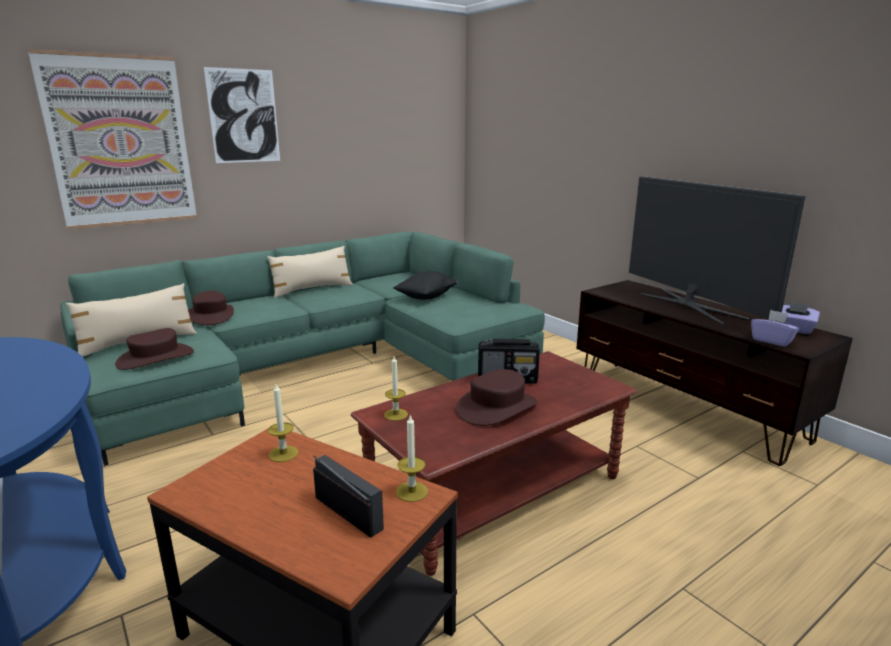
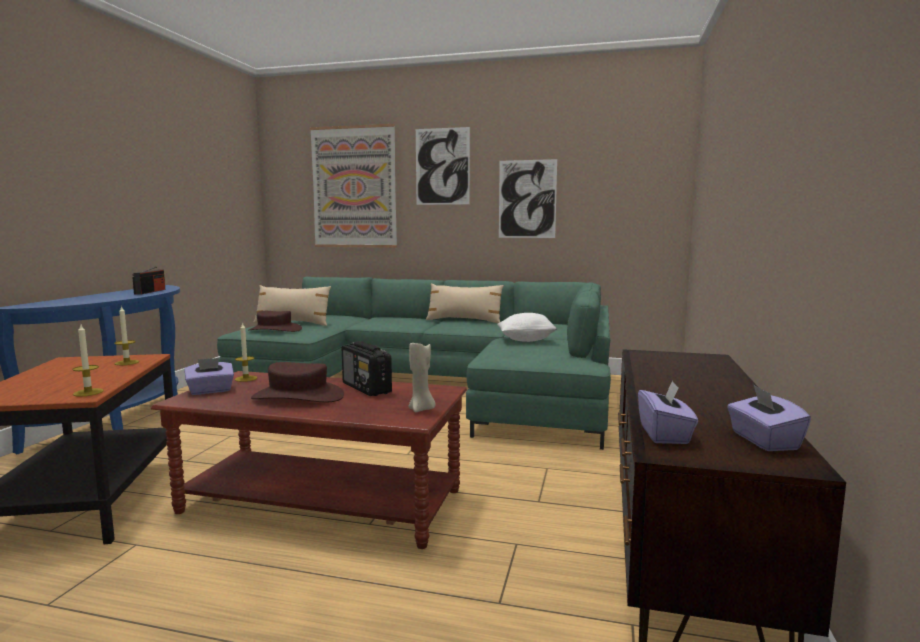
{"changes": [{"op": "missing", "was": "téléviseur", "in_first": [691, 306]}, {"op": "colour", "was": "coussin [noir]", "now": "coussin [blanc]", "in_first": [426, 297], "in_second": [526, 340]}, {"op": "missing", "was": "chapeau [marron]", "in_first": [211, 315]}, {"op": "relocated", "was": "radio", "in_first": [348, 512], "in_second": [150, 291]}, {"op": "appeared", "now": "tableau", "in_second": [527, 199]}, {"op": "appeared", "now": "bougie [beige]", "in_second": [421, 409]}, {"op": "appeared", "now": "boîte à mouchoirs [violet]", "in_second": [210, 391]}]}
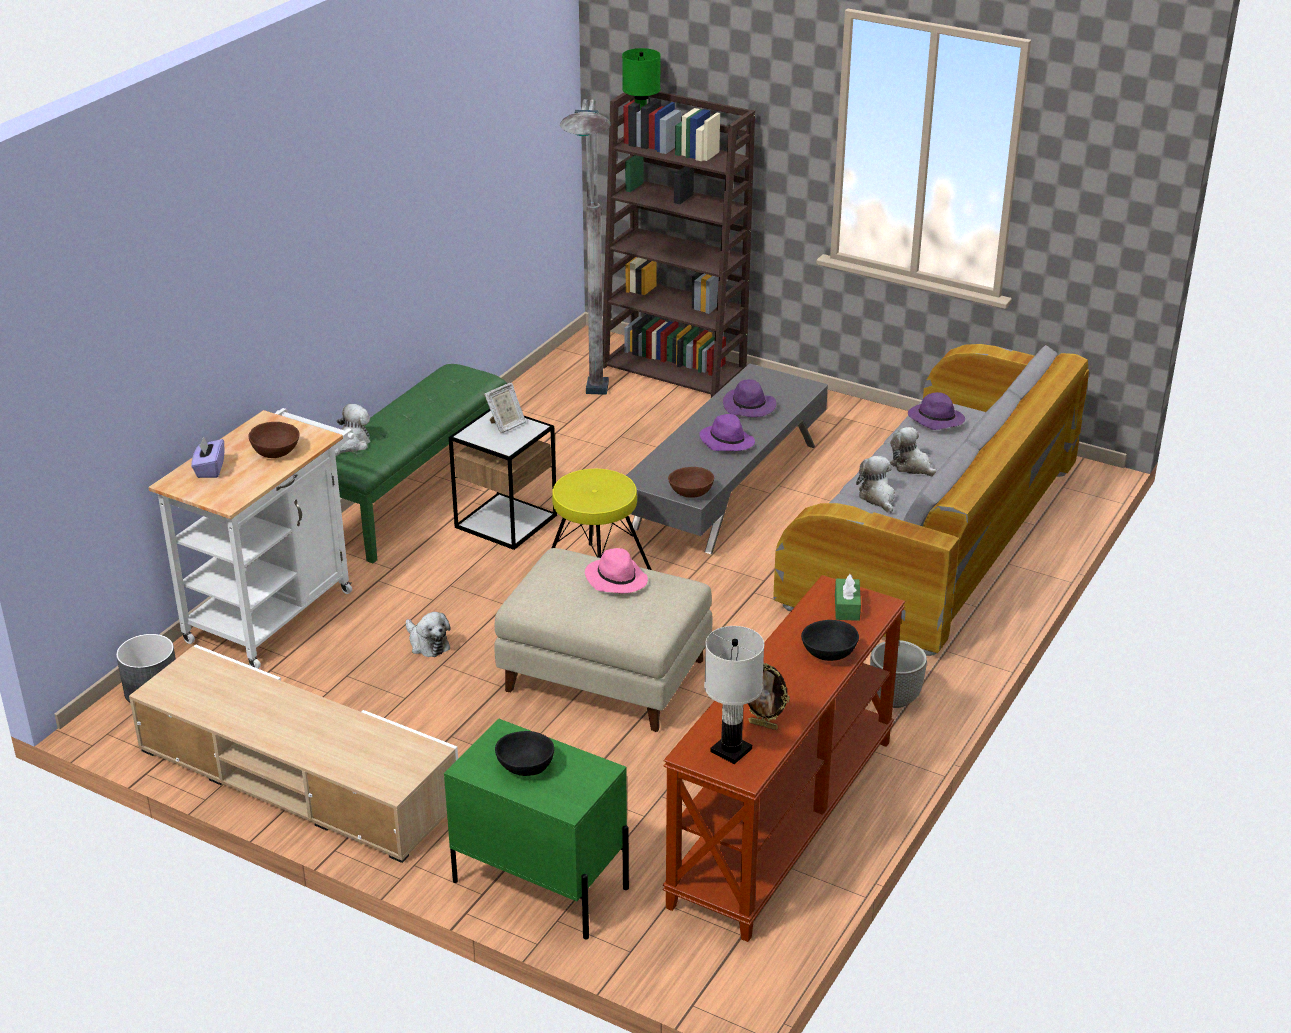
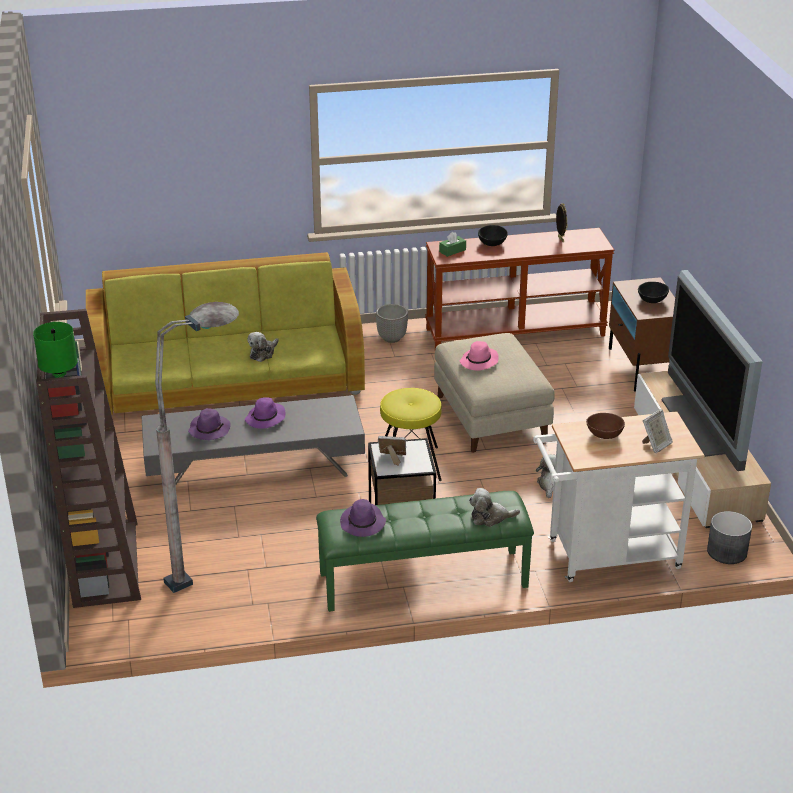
{"changes": [{"op": "colour", "was": "canapé [gris]", "now": "canapé [vert]", "in_first": [934, 538], "in_second": [228, 377]}, {"op": "relocated", "was": "chapeau [violet]", "in_first": [935, 419], "in_second": [363, 523]}, {"op": "missing", "was": "peluche", "in_first": [912, 466]}, {"op": "exchanged", "was": "boîte à mouchoirs [violet]", "now": "cadre photo", "in_first": [210, 469], "in_second": [656, 445]}, {"op": "missing", "was": "bol [marron]", "in_first": [692, 493]}, {"op": "missing", "was": "lampe de table [blanc]", "in_first": [731, 750]}, {"op": "colour", "was": "table de chevet [vert]", "now": "table de chevet [marron]", "in_first": [539, 884], "in_second": [641, 367]}, {"op": "appeared", "now": "téléviseur", "in_second": [701, 424]}]}
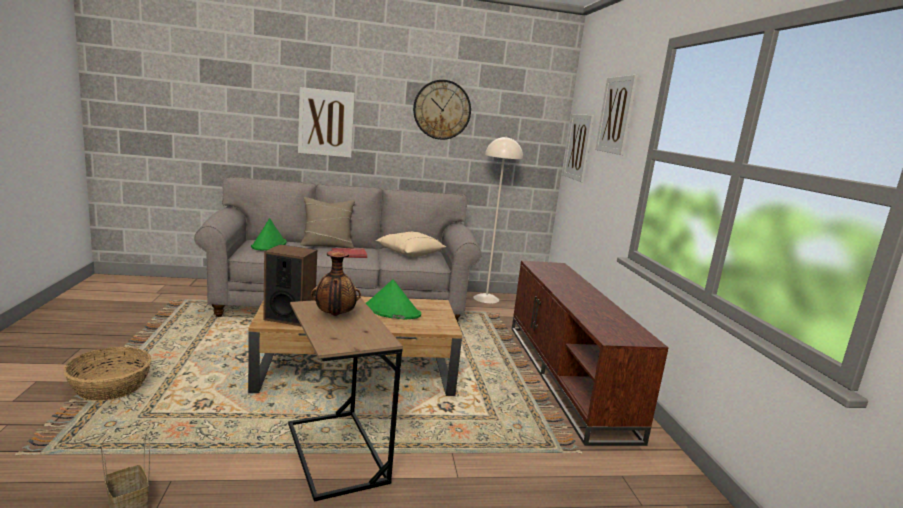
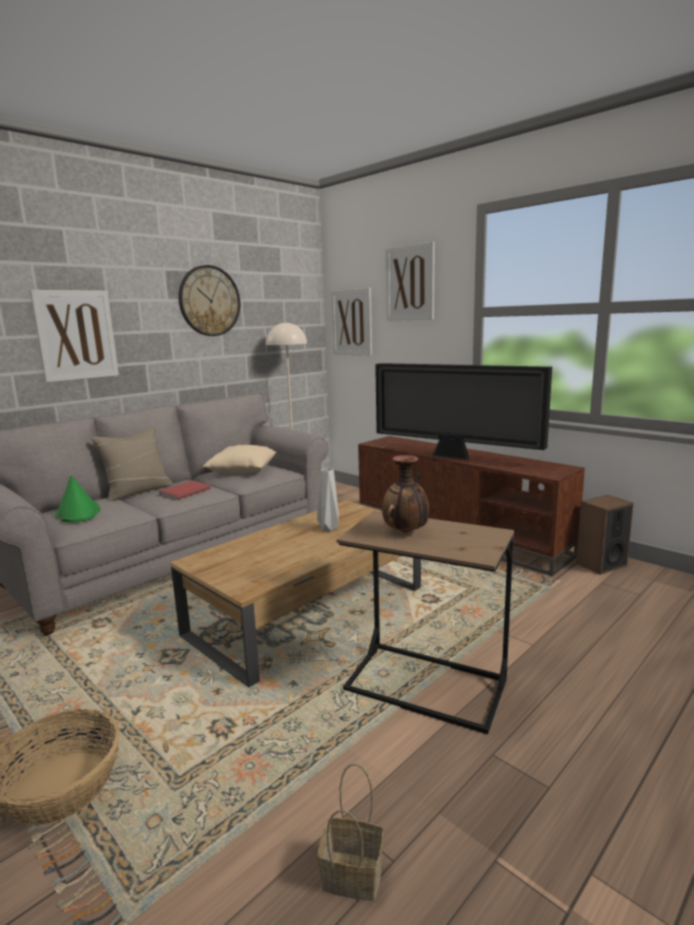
{"changes": [{"op": "relocated", "was": "enceinte", "in_first": [289, 317], "in_second": [600, 564]}, {"op": "exchanged", "was": "chapeau [vert]", "now": "vase [gris]", "in_first": [391, 311], "in_second": [328, 528]}, {"op": "appeared", "now": "téléviseur", "in_second": [454, 457]}]}
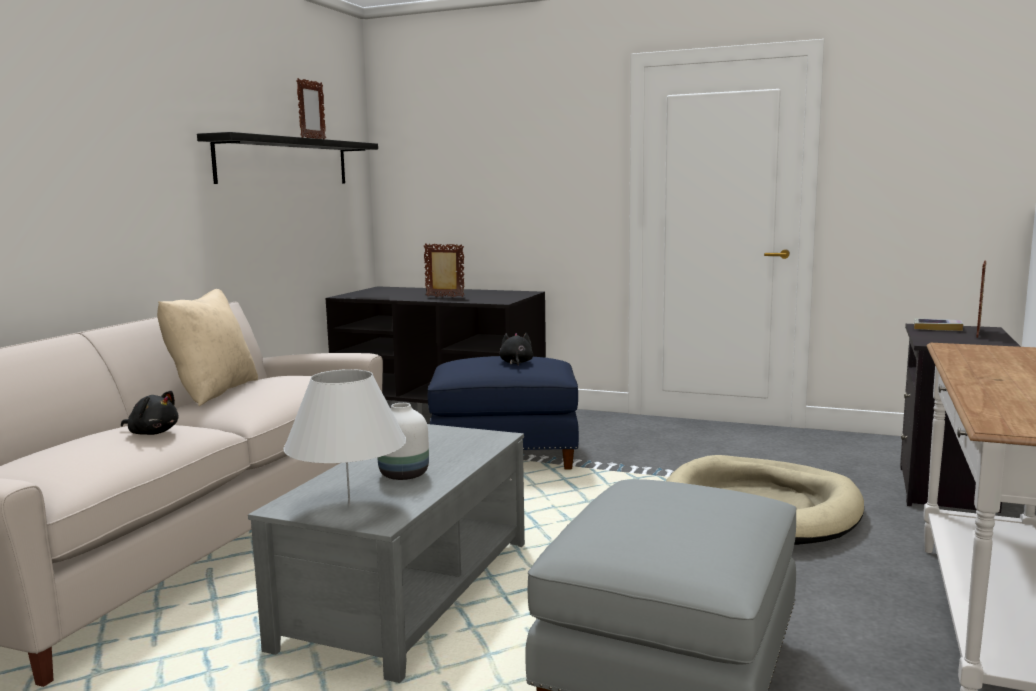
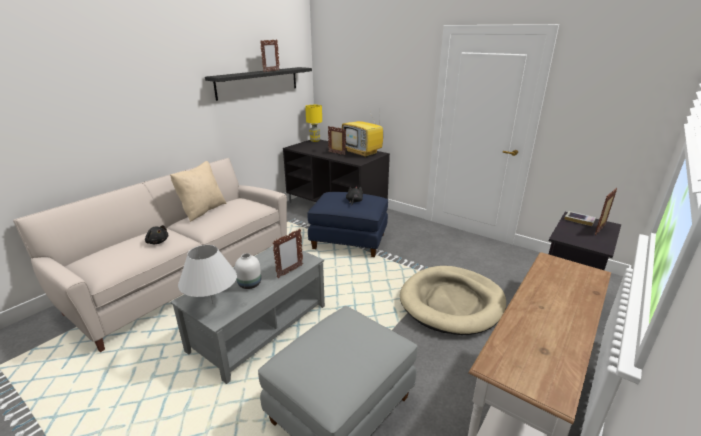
{"changes": [{"op": "appeared", "now": "lampe de table [jaune]", "in_second": [314, 140]}, {"op": "appeared", "now": "téléviseur", "in_second": [362, 153]}, {"op": "appeared", "now": "cadre photo", "in_second": [289, 271]}]}
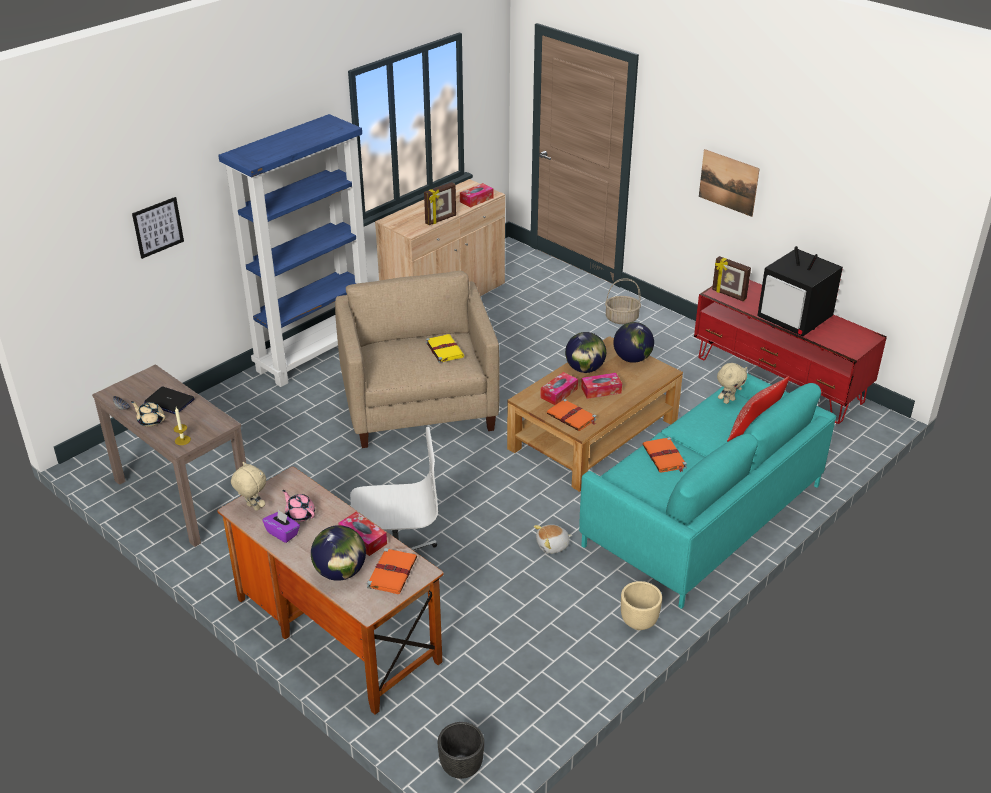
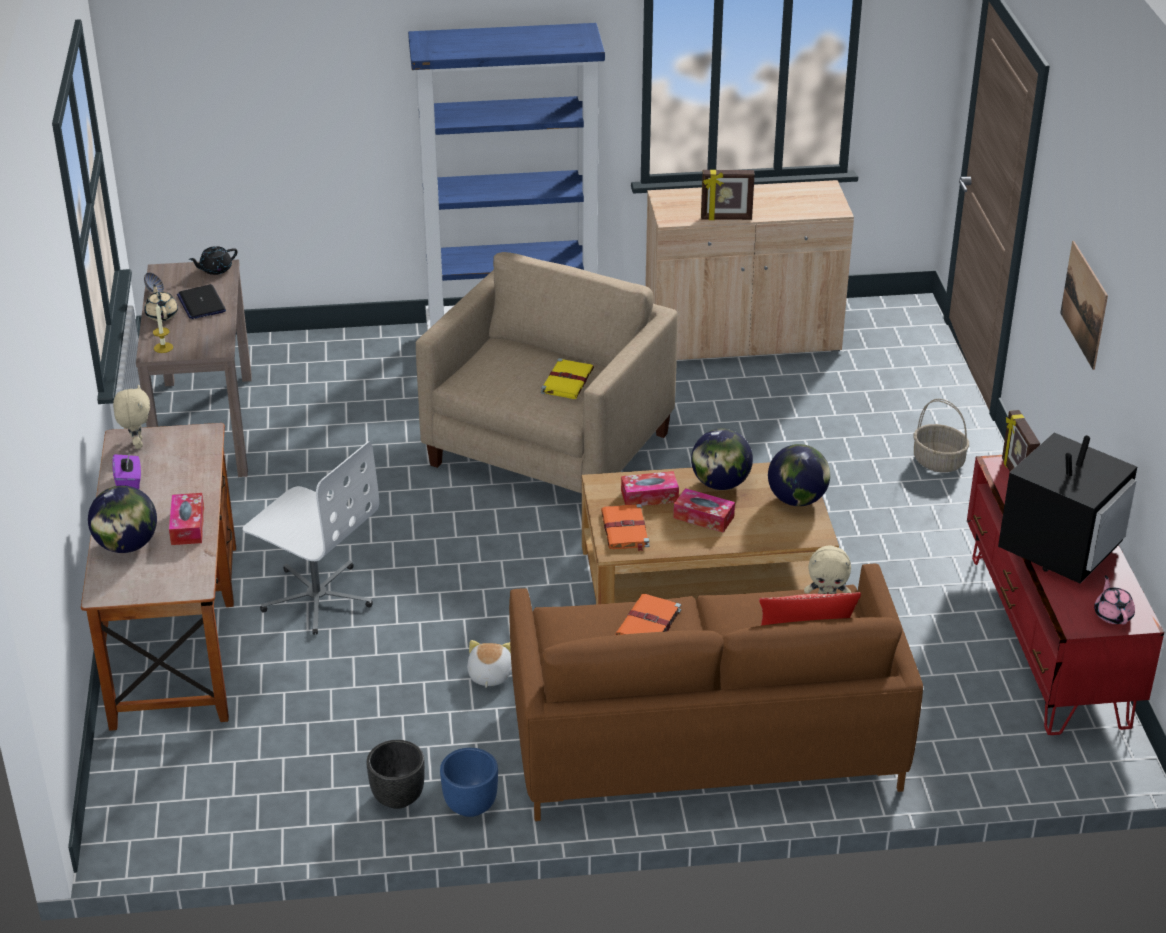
{"changes": [{"op": "missing", "was": "boîte à mouchoirs", "in_first": [476, 200]}, {"op": "missing", "was": "tableau", "in_first": [158, 227]}, {"op": "spun", "was": "téléviseur", "in_first": [795, 320], "in_second": [1060, 549], "clockwise": -135}, {"op": "colour", "was": "canapé [turquoise]", "now": "canapé [marron]", "in_first": [703, 515], "in_second": [705, 740]}, {"op": "relocated", "was": "théière [rose]", "in_first": [300, 514], "in_second": [1113, 614]}, {"op": "spun", "was": "peluche", "in_first": [553, 546], "in_second": [489, 675], "clockwise": 75}, {"op": "missing", "was": "livre [orange]", "in_first": [392, 572]}, {"op": "colour", "was": "cache-pot [beige]", "now": "cache-pot [bleu]", "in_first": [639, 621], "in_second": [471, 805]}, {"op": "relocated", "was": "cache-pot [noir]", "in_first": [462, 767], "in_second": [398, 797]}, {"op": "appeared", "now": "théière [noir]", "in_second": [215, 269]}]}
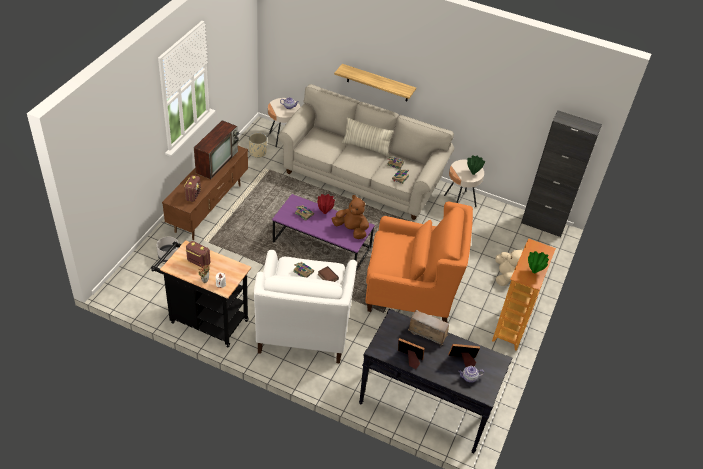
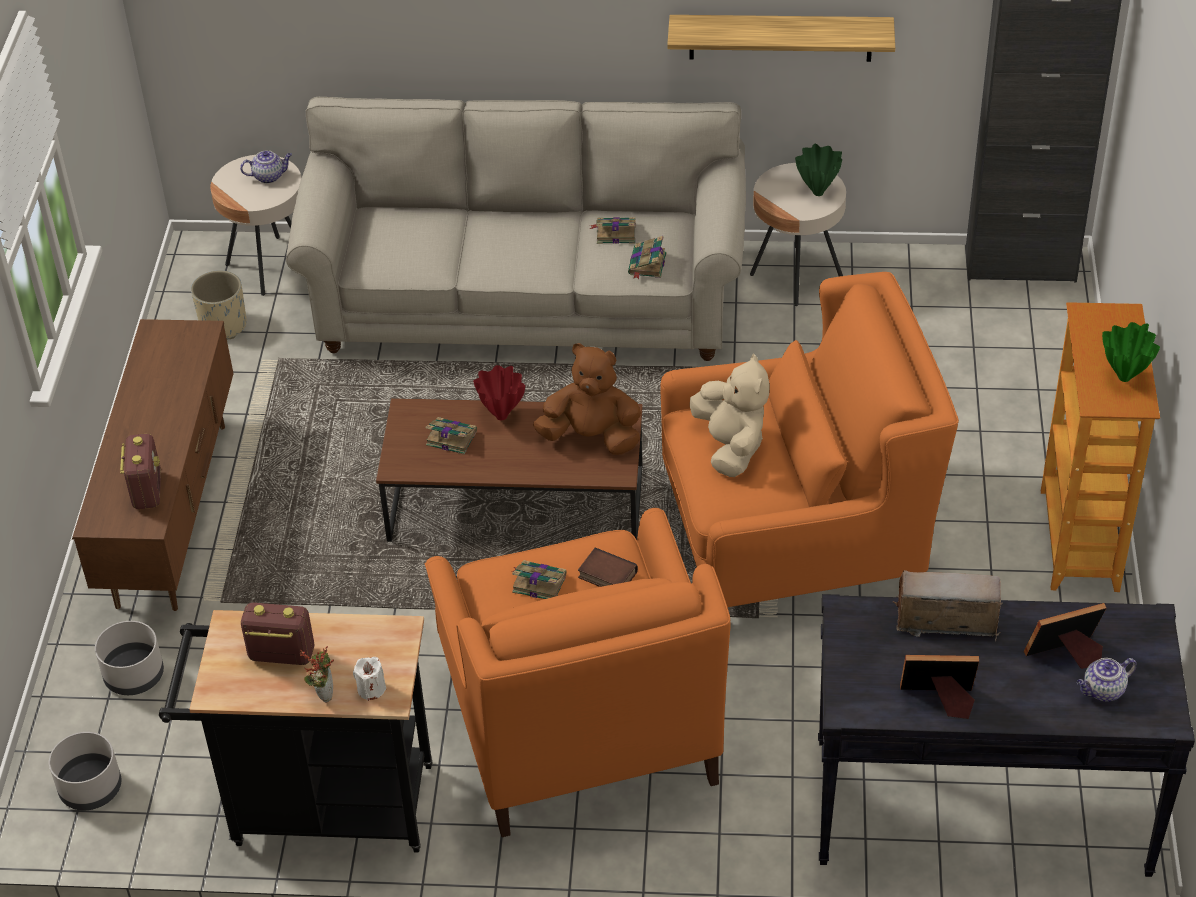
{"changes": [{"op": "relocated", "was": "étagère", "in_first": [377, 83], "in_second": [780, 37]}, {"op": "missing", "was": "coussin", "in_first": [366, 147]}, {"op": "missing", "was": "téléviseur", "in_first": [217, 161]}, {"op": "colour", "was": "table basse [violet]", "now": "table basse [marron]", "in_first": [321, 245], "in_second": [516, 505]}, {"op": "relocated", "was": "peluche [beige]", "in_first": [504, 275], "in_second": [731, 446]}, {"op": "colour", "was": "fauteuil [blanc]", "now": "fauteuil [orange]", "in_first": [304, 324], "in_second": [580, 720]}, {"op": "appeared", "now": "cache-pot [gris]", "in_second": [91, 788]}]}
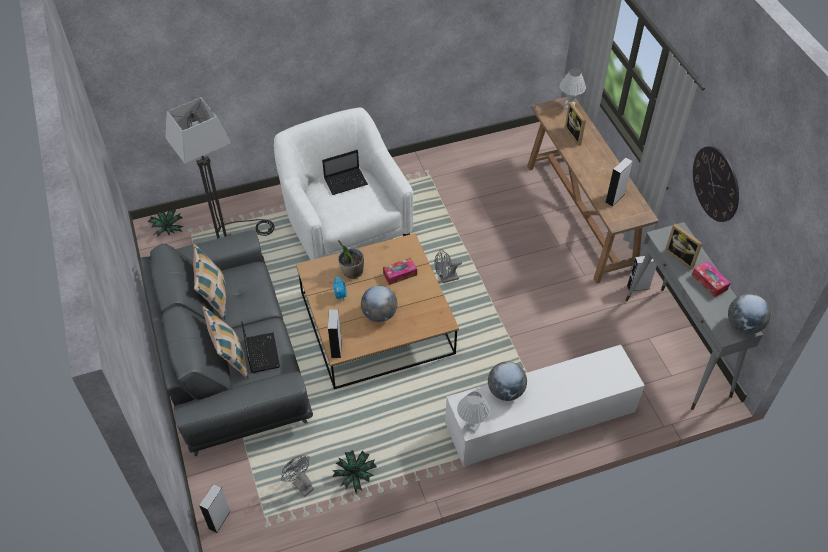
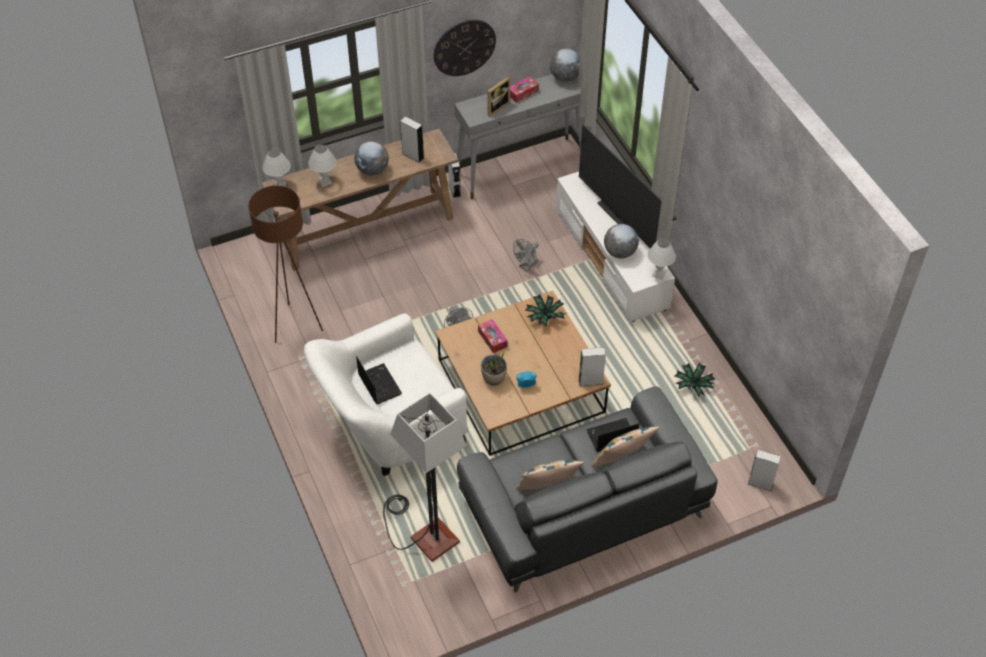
{"changes": [{"op": "exchanged", "was": "cadre photo", "now": "lampe de table [blanc]", "in_first": [576, 135], "in_second": [325, 181]}, {"op": "relocated", "was": "plante en pot", "in_first": [168, 228], "in_second": [544, 317]}, {"op": "relocated", "was": "globe", "in_first": [379, 314], "in_second": [372, 170]}, {"op": "relocated", "was": "ventilateur [gris]", "in_first": [300, 484], "in_second": [527, 266]}, {"op": "appeared", "now": "téléviseur", "in_second": [616, 217]}, {"op": "appeared", "now": "lampadaire [marron]", "in_second": [295, 325]}]}
